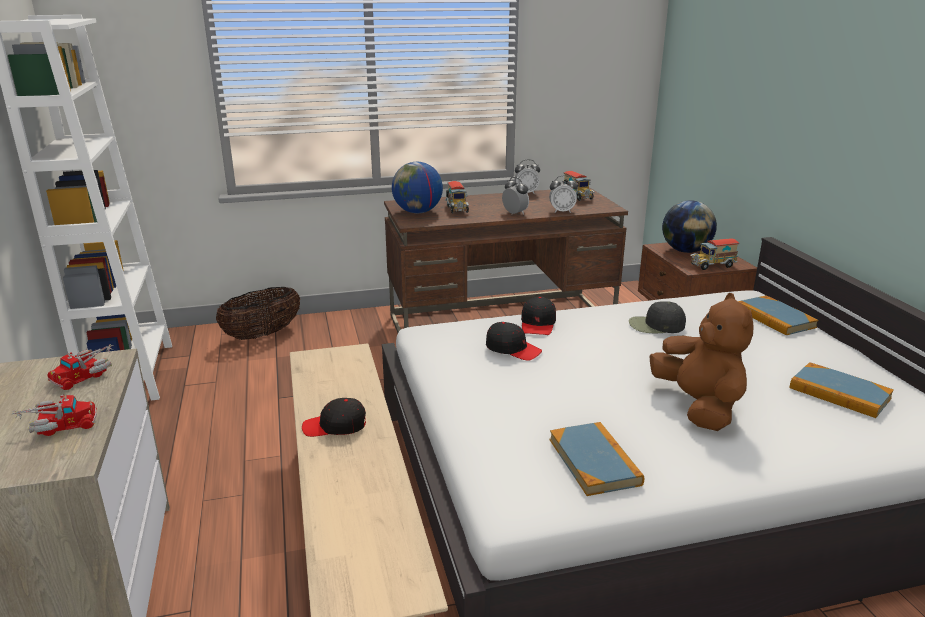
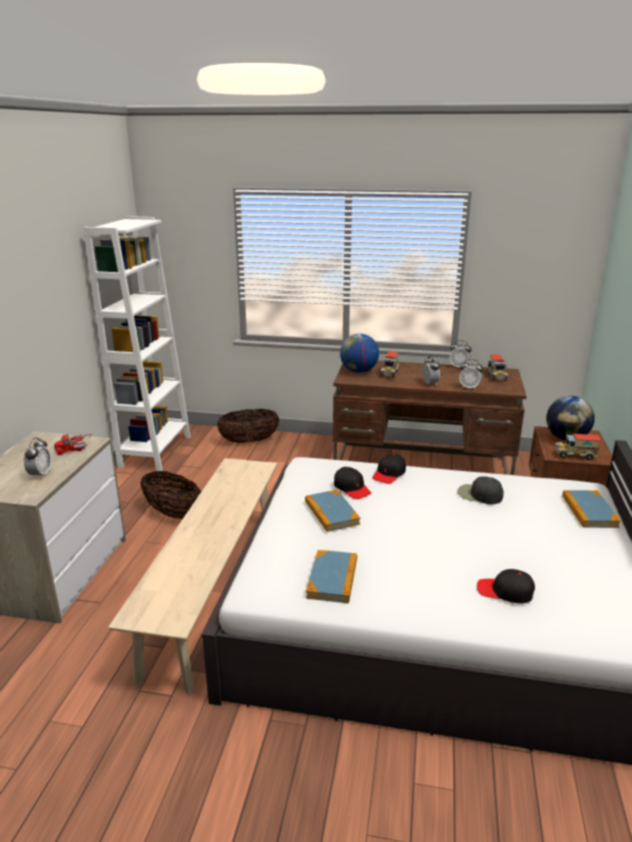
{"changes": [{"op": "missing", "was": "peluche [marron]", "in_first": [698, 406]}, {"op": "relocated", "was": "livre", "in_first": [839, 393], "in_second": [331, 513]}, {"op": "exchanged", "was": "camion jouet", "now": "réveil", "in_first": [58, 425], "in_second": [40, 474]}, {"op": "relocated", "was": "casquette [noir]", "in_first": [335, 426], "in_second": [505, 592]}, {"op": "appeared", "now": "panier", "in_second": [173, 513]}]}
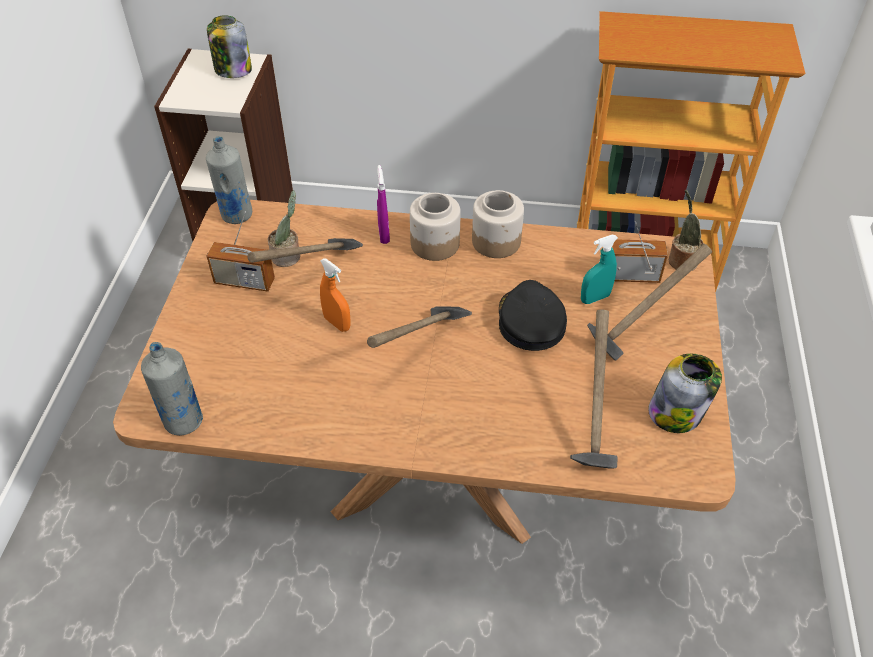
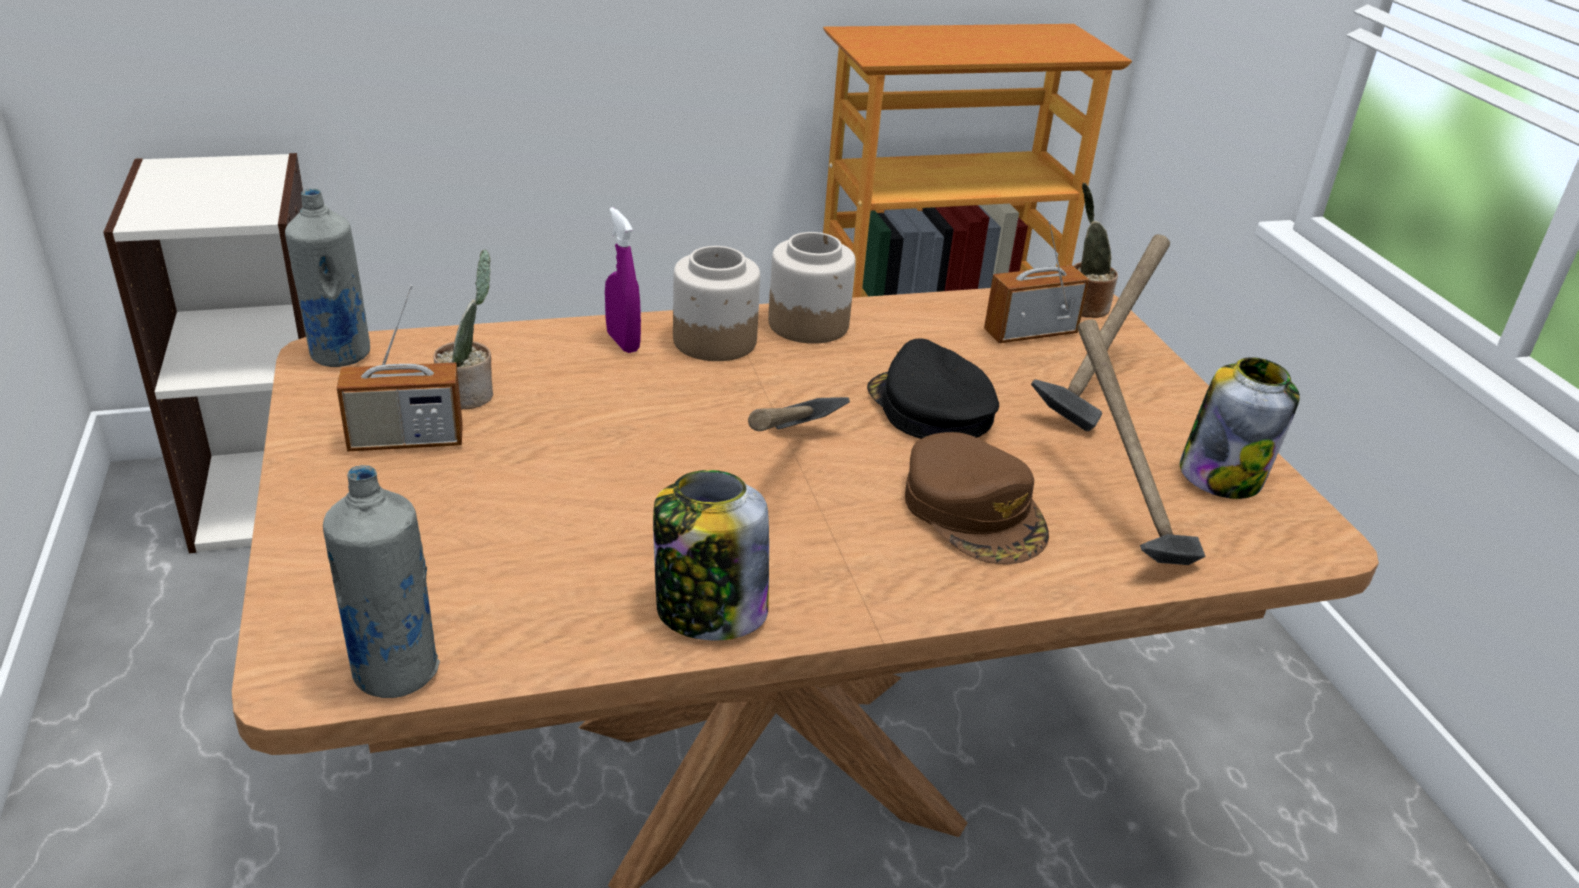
{"changes": [{"op": "relocated", "was": "bocal", "in_first": [232, 70], "in_second": [709, 611]}, {"op": "missing", "was": "vaporisateur [turquoise]", "in_first": [595, 298]}, {"op": "missing", "was": "marteau", "in_first": [313, 278]}, {"op": "missing", "was": "vaporisateur [orange]", "in_first": [337, 323]}, {"op": "appeared", "now": "casquette [marron]", "in_second": [974, 511]}]}
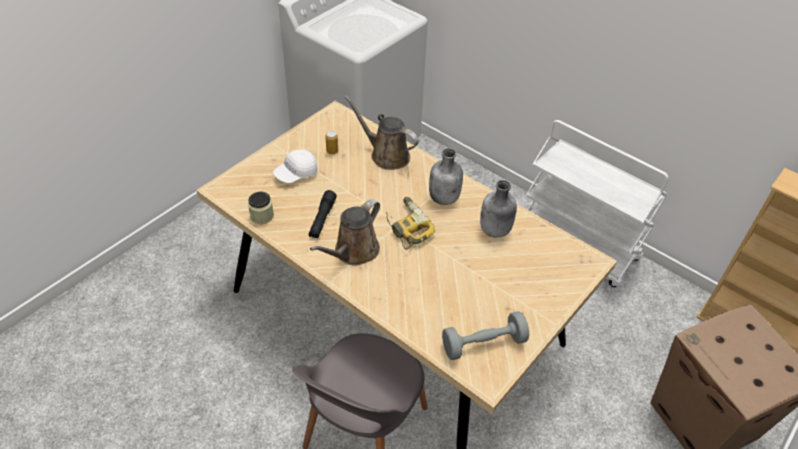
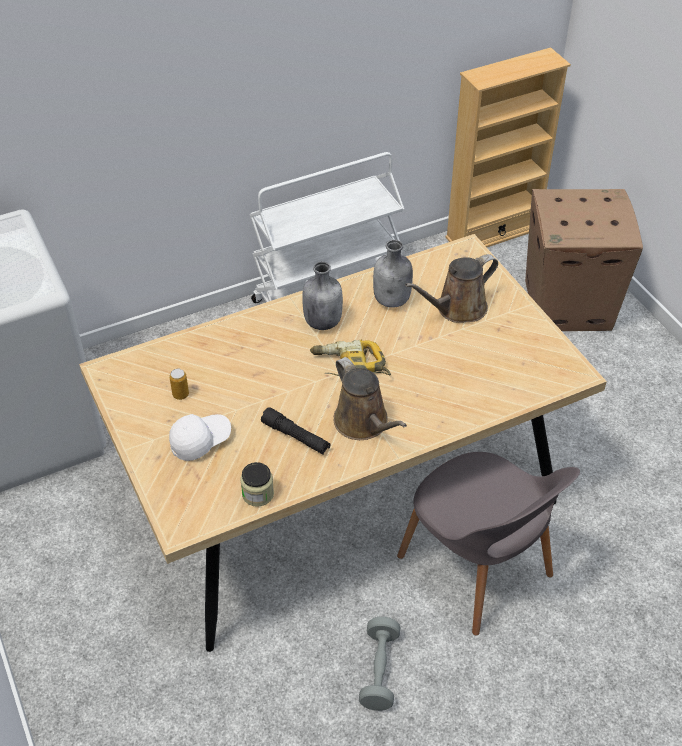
{"changes": [{"op": "relocated", "was": "arrosoir [marron]", "in_first": [386, 155], "in_second": [457, 309]}, {"op": "spun", "was": "casquette [blanc]", "in_first": [296, 174], "in_second": [200, 441], "clockwise": -105}, {"op": "relocated", "was": "haltère [gris]", "in_first": [483, 344], "in_second": [379, 671]}]}
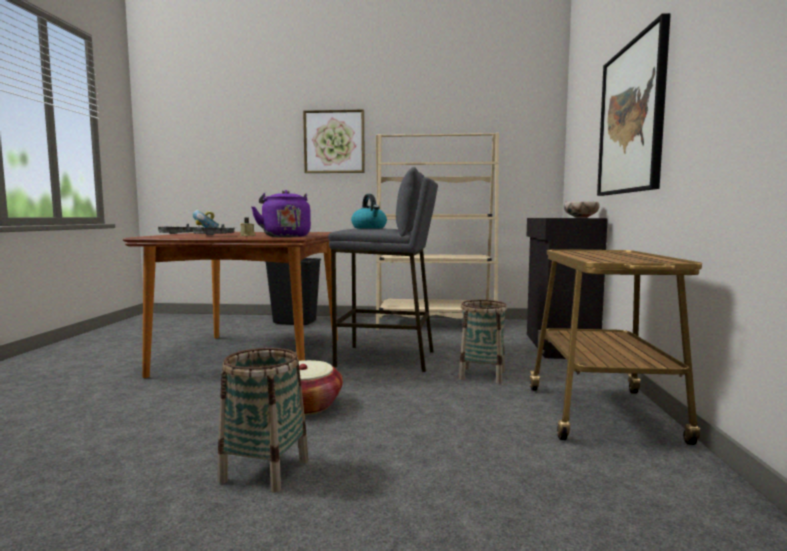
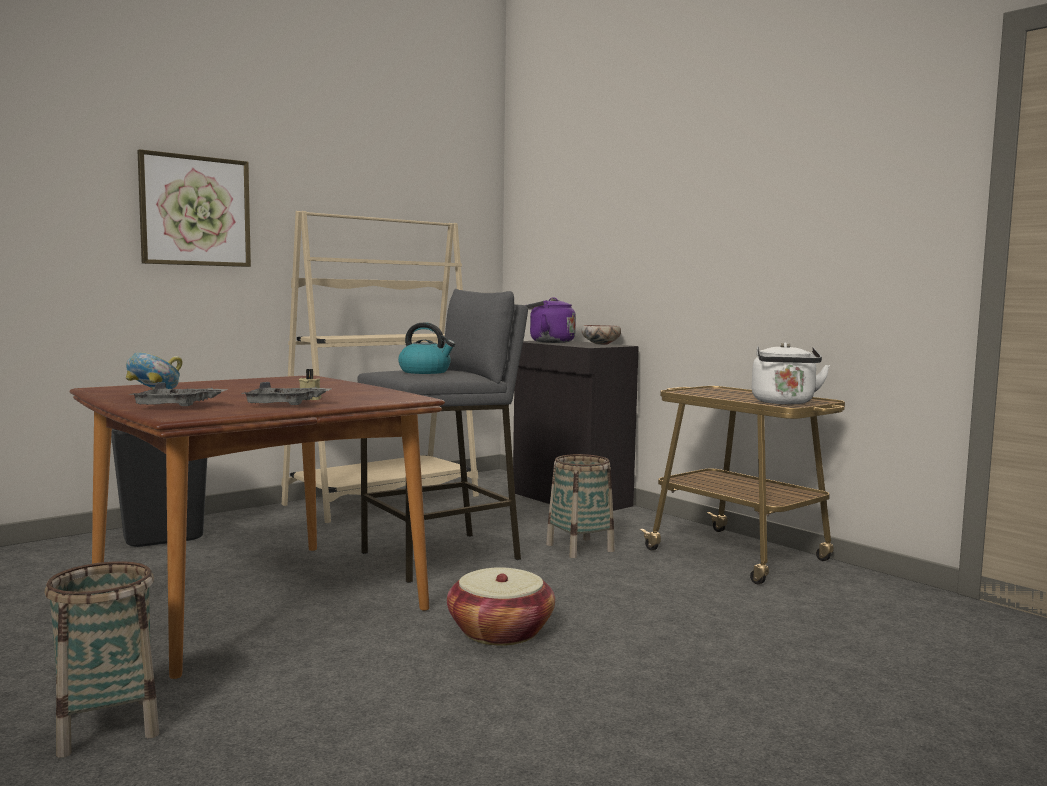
{"changes": [{"op": "missing", "was": "tableau", "in_first": [631, 119]}, {"op": "relocated", "was": "bouilloire [violet]", "in_first": [285, 236], "in_second": [548, 342]}, {"op": "relocated", "was": "panier", "in_first": [264, 470], "in_second": [106, 727]}, {"op": "appeared", "now": "bouilloire [blanc]", "in_second": [784, 403]}]}
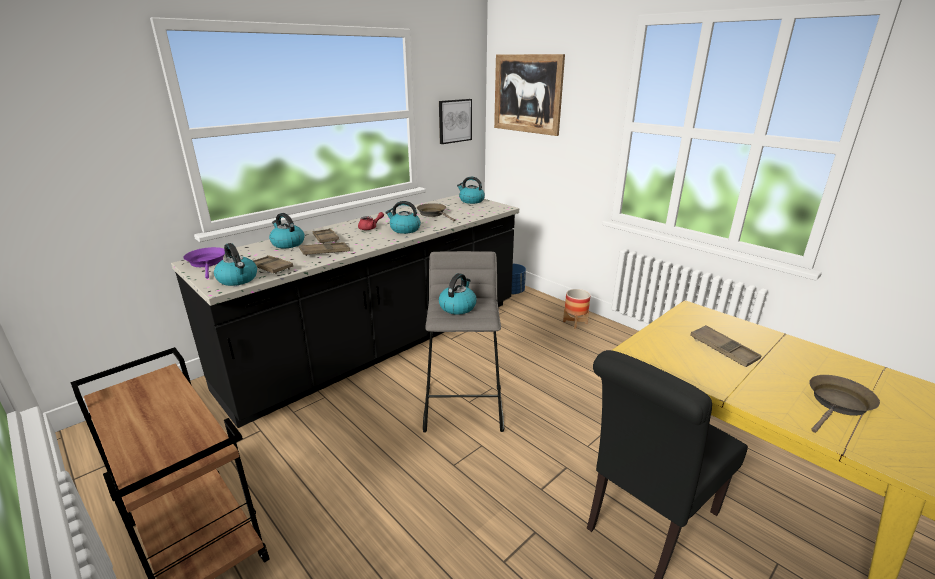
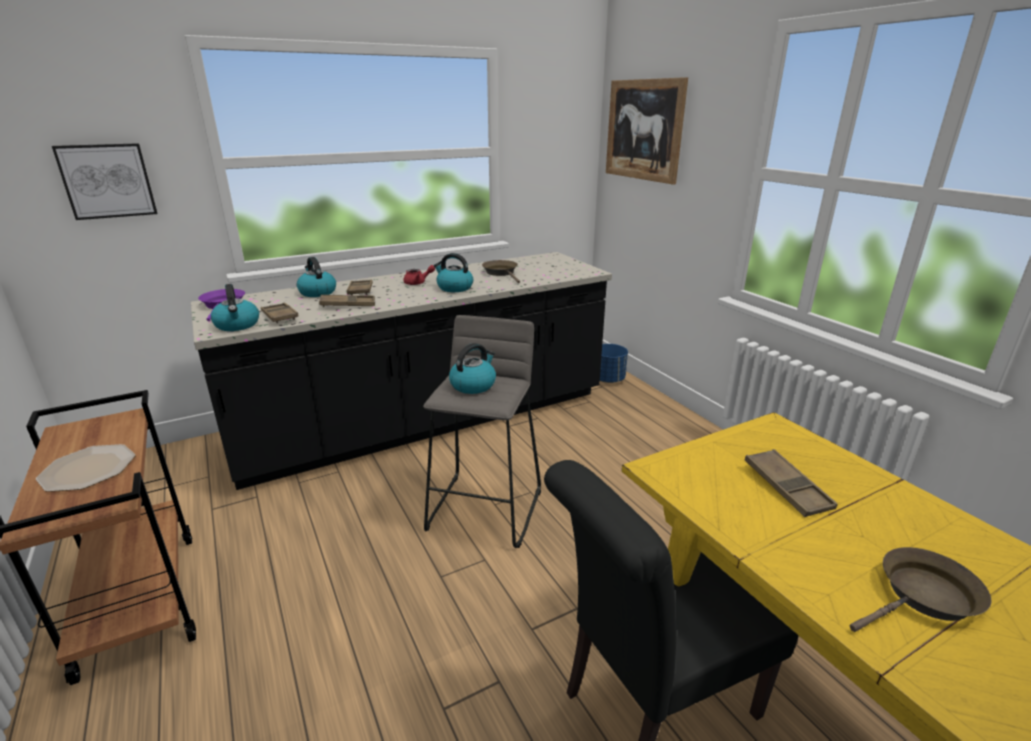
{"changes": [{"op": "relocated", "was": "tableau", "in_first": [454, 121], "in_second": [107, 181]}, {"op": "missing", "was": "bouilloire", "in_first": [471, 201]}, {"op": "missing", "was": "cache-pot", "in_first": [575, 323]}, {"op": "appeared", "now": "assiette", "in_second": [89, 469]}]}
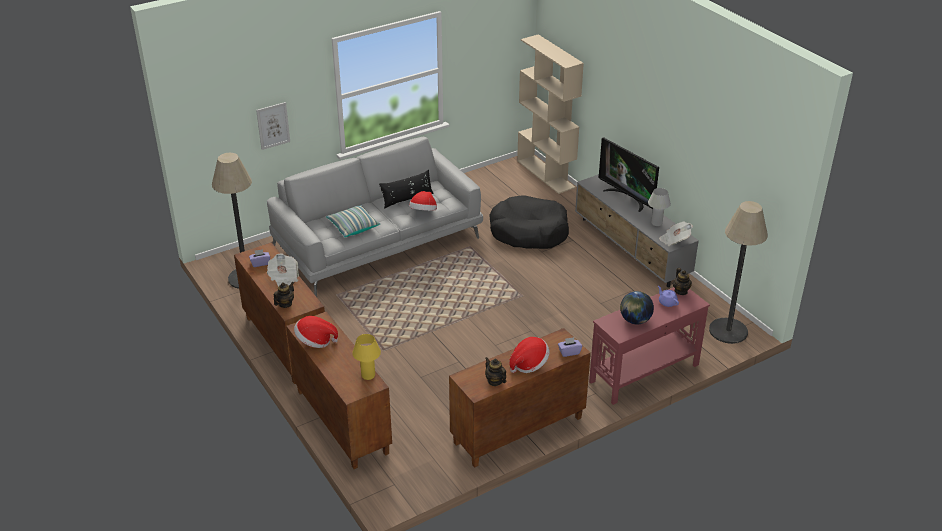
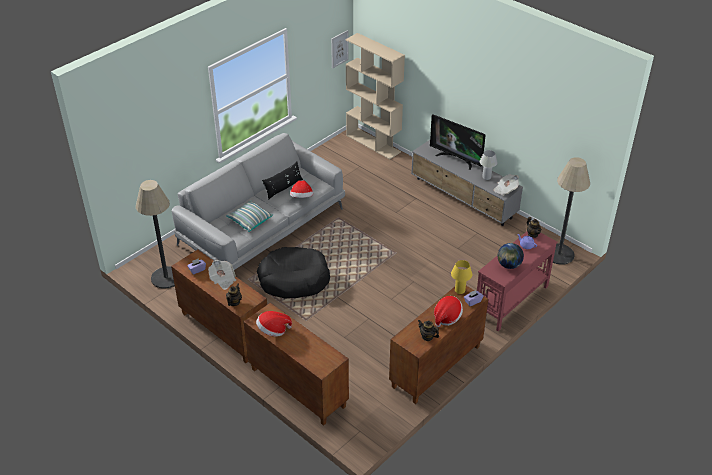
{"changes": [{"op": "relocated", "was": "tableau", "in_first": [273, 125], "in_second": [339, 49]}, {"op": "relocated", "was": "panier pour chien [noir]", "in_first": [528, 232], "in_second": [294, 279]}, {"op": "relocated", "was": "lampe de table [jaune]", "in_first": [368, 375], "in_second": [460, 290]}]}
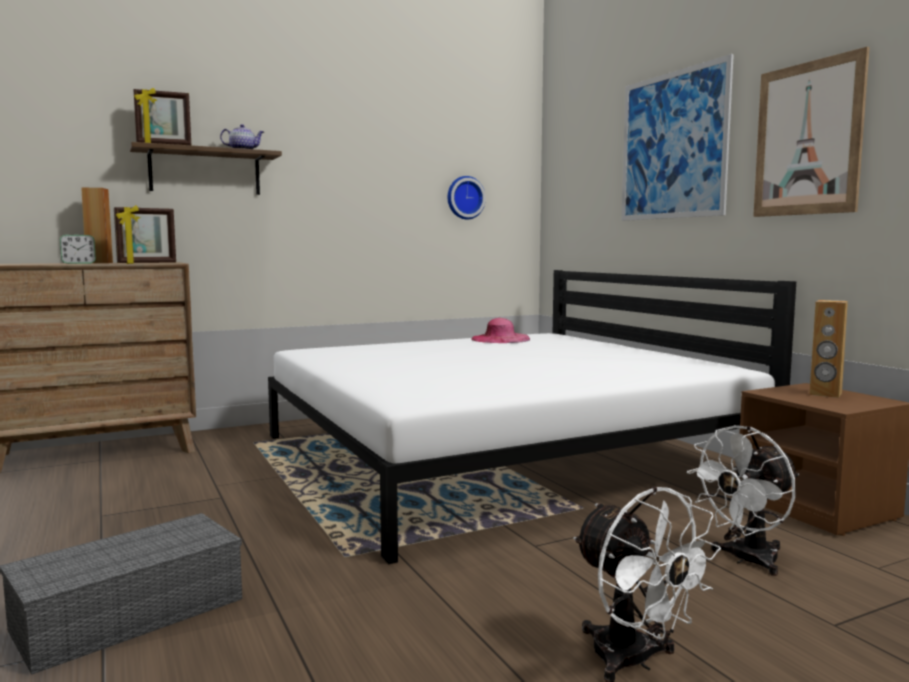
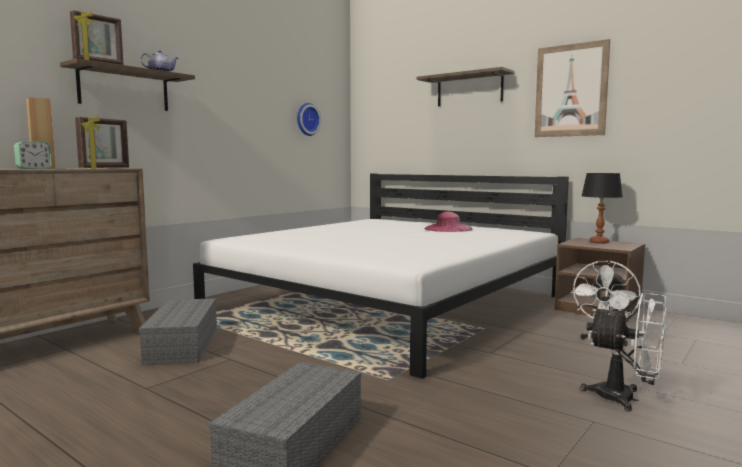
{"changes": [{"op": "exchanged", "was": "tableau", "now": "étagère", "in_first": [672, 146], "in_second": [469, 89]}, {"op": "exchanged", "was": "enceinte [marron]", "now": "lampe de table", "in_first": [825, 394], "in_second": [599, 242]}, {"op": "relocated", "was": "chapeau [rose]", "in_first": [500, 339], "in_second": [448, 228]}, {"op": "appeared", "now": "boîte de rangement [gris]", "in_second": [183, 345]}]}
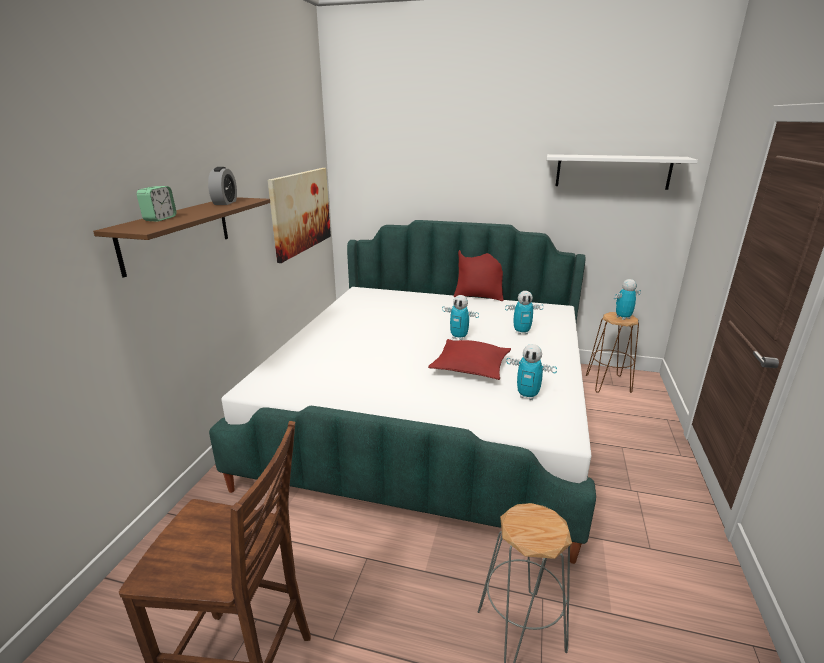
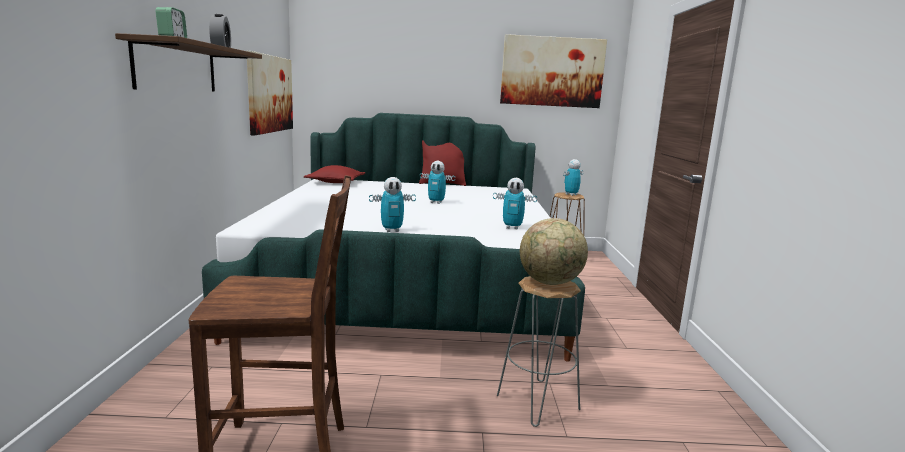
{"changes": [{"op": "exchanged", "was": "étagère [blanc]", "now": "tableau", "in_first": [612, 171], "in_second": [552, 72]}, {"op": "relocated", "was": "robot jouet", "in_first": [521, 332], "in_second": [392, 230]}, {"op": "relocated", "was": "coussin [rouge]", "in_first": [470, 367], "in_second": [335, 182]}, {"op": "appeared", "now": "globe", "in_second": [550, 283]}]}
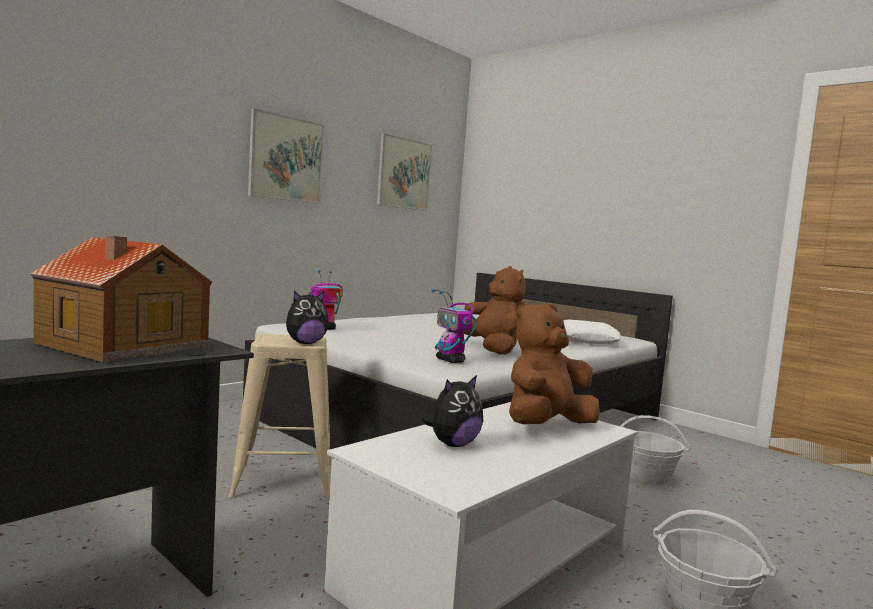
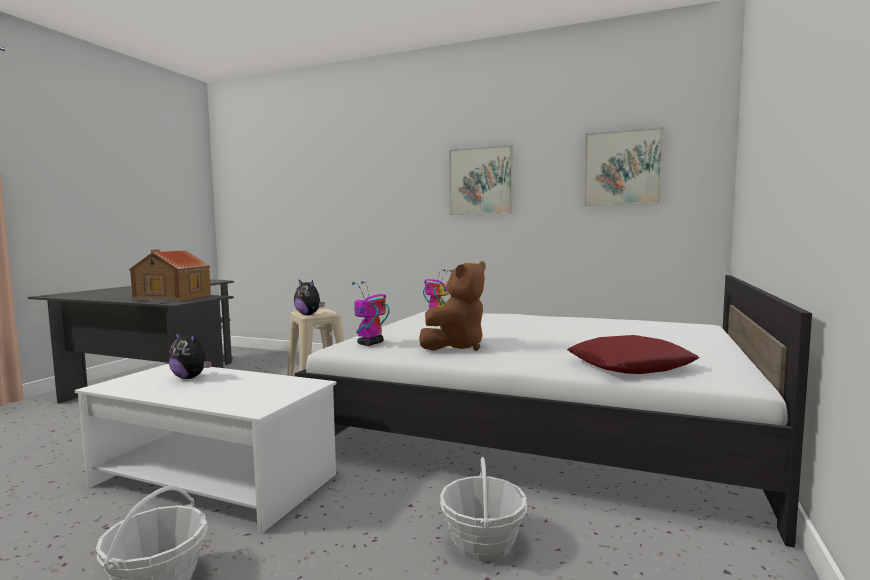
{"changes": [{"op": "missing", "was": "peluche [marron]", "in_first": [546, 426]}, {"op": "colour", "was": "coussin [blanc]", "now": "coussin [rouge]", "in_first": [585, 340], "in_second": [630, 365]}]}
